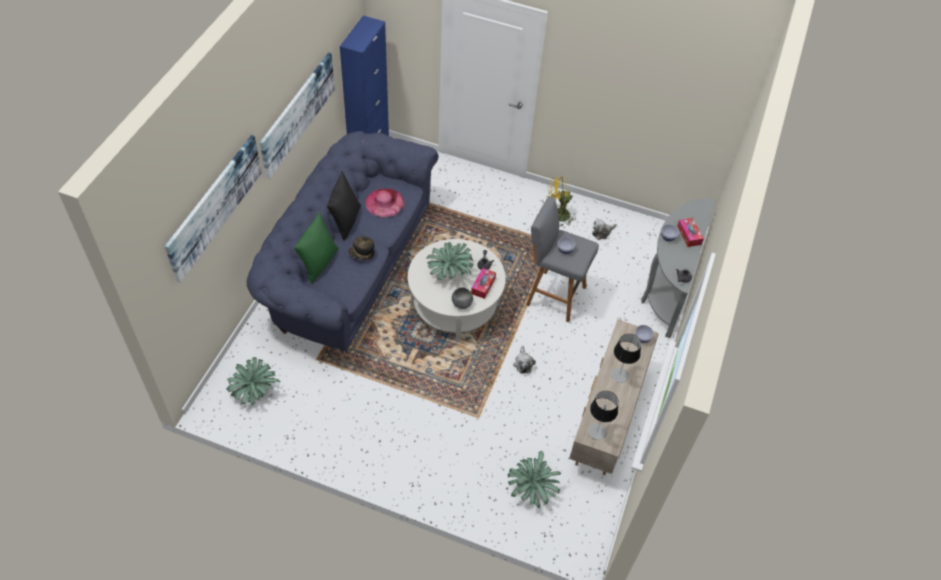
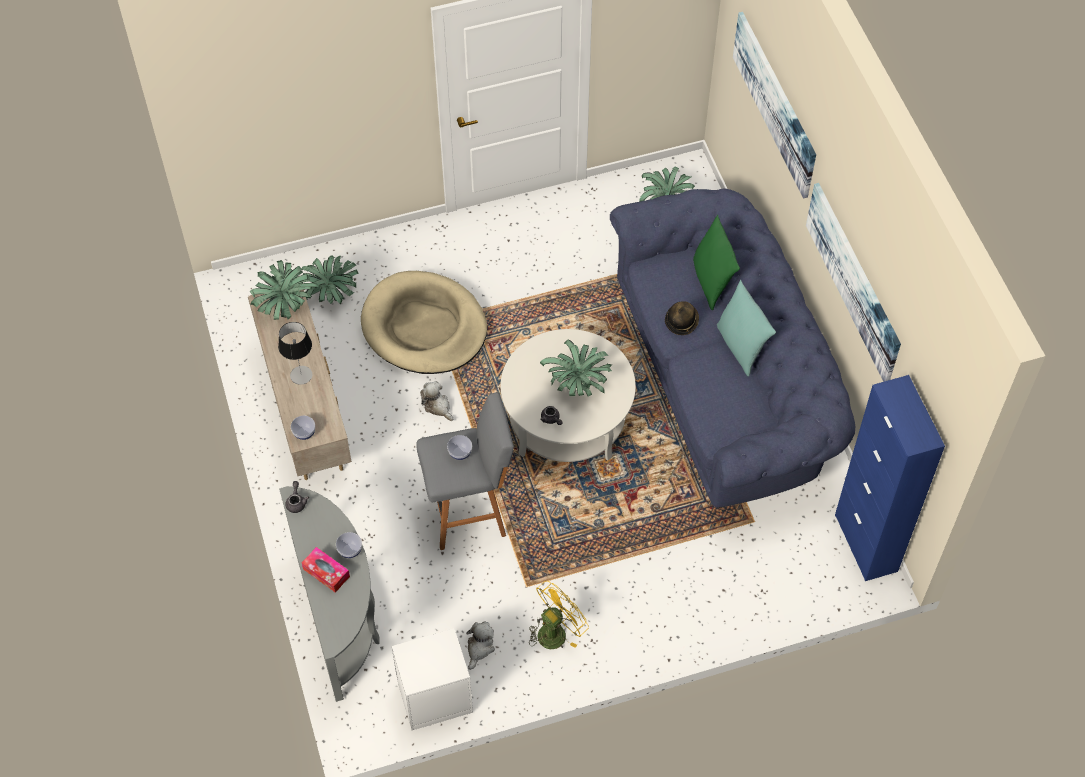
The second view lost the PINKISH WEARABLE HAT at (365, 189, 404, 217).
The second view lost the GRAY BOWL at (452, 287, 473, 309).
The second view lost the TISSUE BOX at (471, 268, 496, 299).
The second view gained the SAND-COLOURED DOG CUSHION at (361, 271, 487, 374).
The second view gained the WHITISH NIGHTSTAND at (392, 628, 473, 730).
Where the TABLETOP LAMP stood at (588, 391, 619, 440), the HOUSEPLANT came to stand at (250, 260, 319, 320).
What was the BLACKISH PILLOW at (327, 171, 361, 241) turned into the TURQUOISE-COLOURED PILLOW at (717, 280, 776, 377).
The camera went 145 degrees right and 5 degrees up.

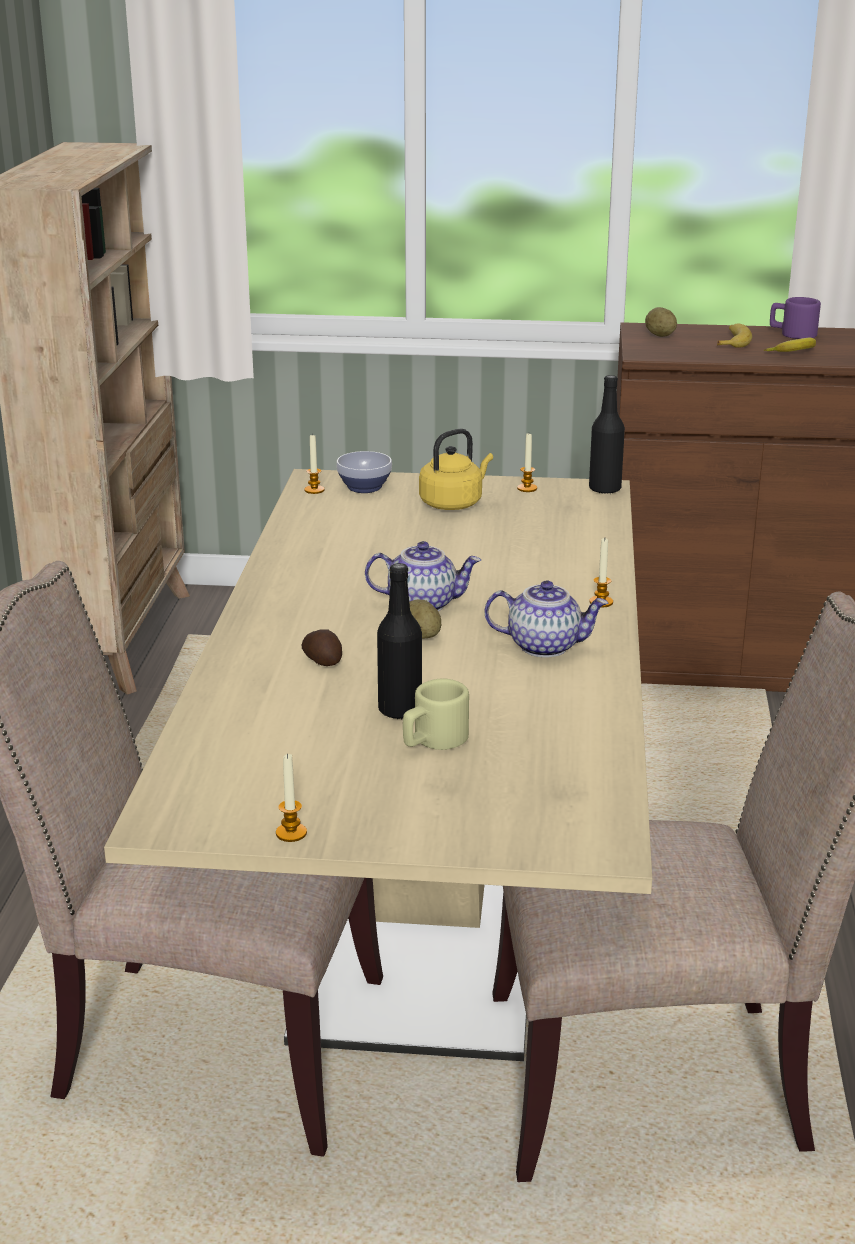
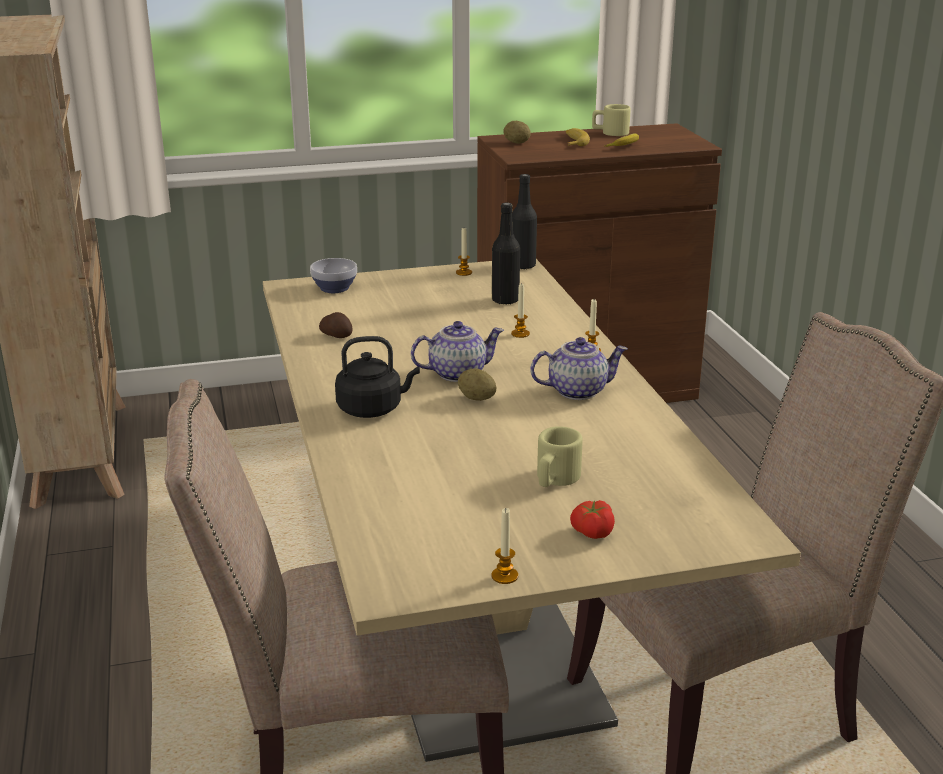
The second view lost the YELLOW-COLOURED WATER KETTLE at (419, 429, 493, 510).
The second view gained the BLACKISH WATER KETTLE at (335, 336, 420, 418).
The second view gained the TOMATO at (570, 500, 615, 539).
The SPUD ended up elsewhere, having gone from (302, 629, 342, 666) to (319, 312, 352, 338).
The CANDLE ended up elsewhere, having gone from (304, 433, 324, 494) to (511, 283, 530, 338).
The BLACKISH BEVERAGE BOTTLE ended up elsewhere, having gone from (377, 563, 422, 720) to (492, 203, 520, 305).
What was the PURPLE MUG at (770, 297, 821, 339) turned into the SAND-COLOURED MUG at (592, 104, 631, 136).
The camera went 20 degrees left and 0 degrees up.

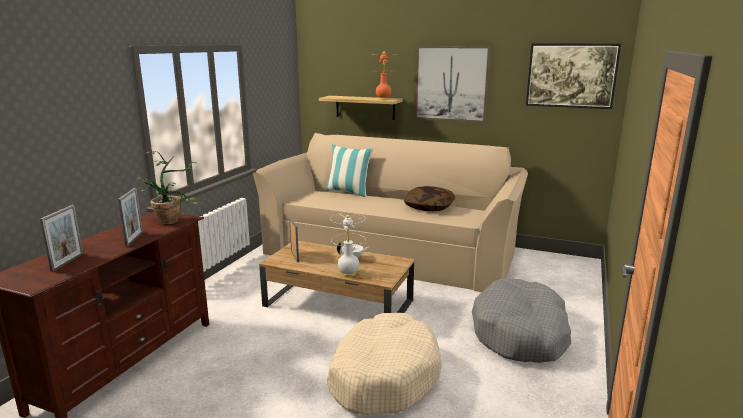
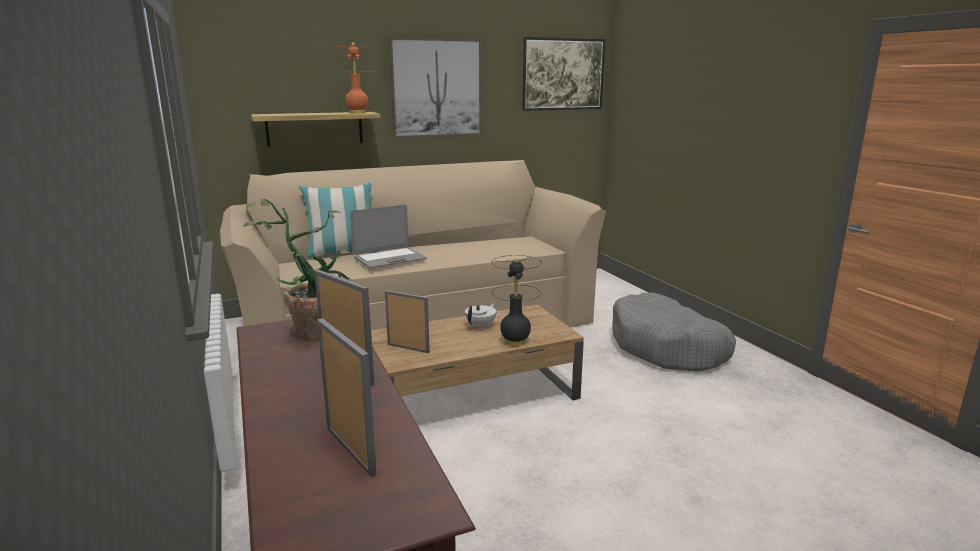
The second view lost the SAND-COLOURED DOG CUSHION at (327, 313, 442, 415).
The second view lost the PILLOW at (404, 186, 455, 211).
The second view gained the LAPTOP at (350, 205, 427, 268).
What was the WHITISH TABLETOP LAMP at (330, 213, 365, 277) turned into the BLACKISH TABLETOP LAMP at (492, 255, 542, 346).
The camera went 45 degrees left and 0 degrees up.

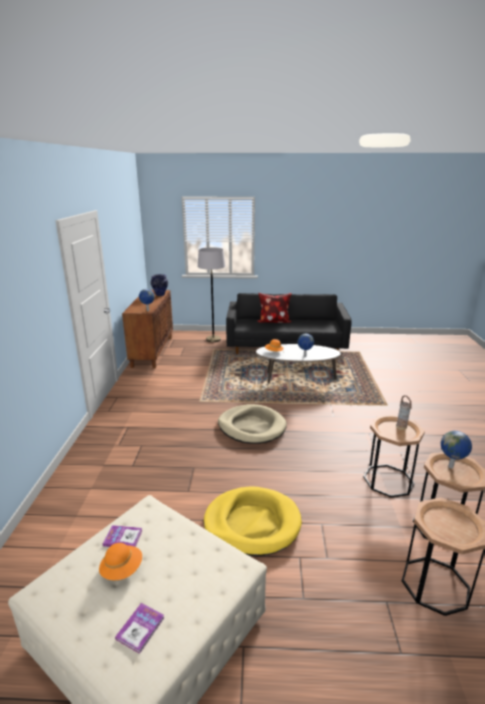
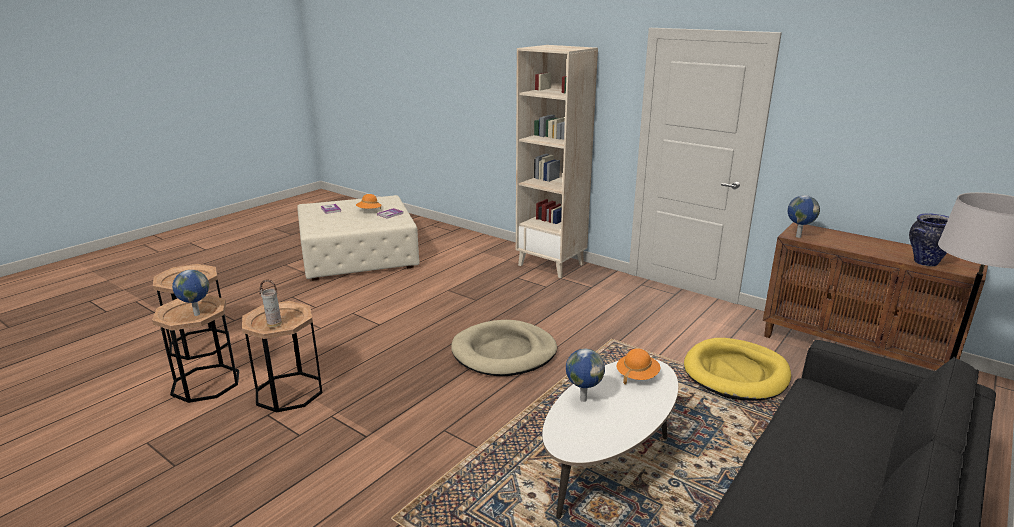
The second view lost the PILLOW at (258, 293, 292, 323).
The second view gained the SAND-COLOURED BOOKSHELF at (516, 45, 598, 278).
The YELLOW-COLOURED DOG CUSHION ended up elsewhere, having gone from (203, 486, 302, 556) to (684, 338, 791, 401).
The camera went 125 degrees right and 0 degrees up.

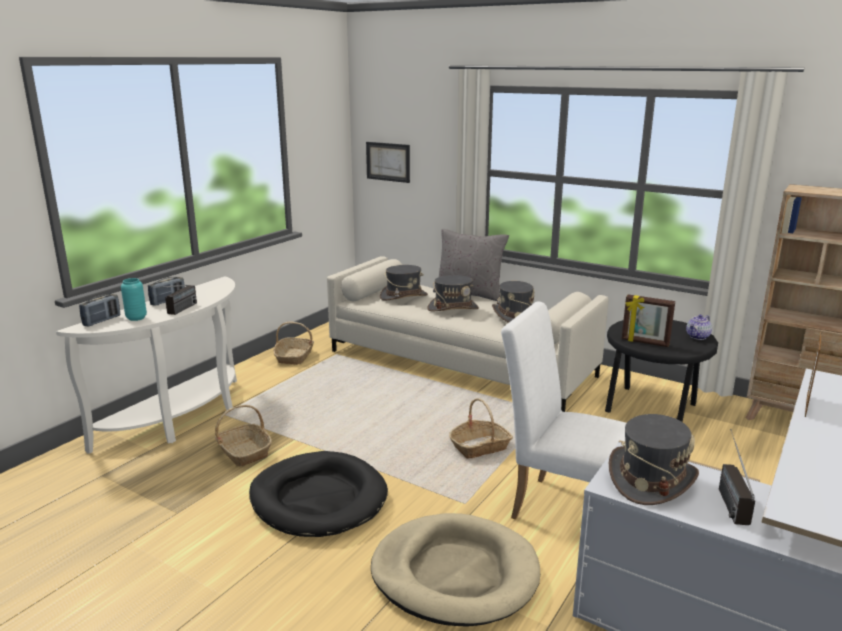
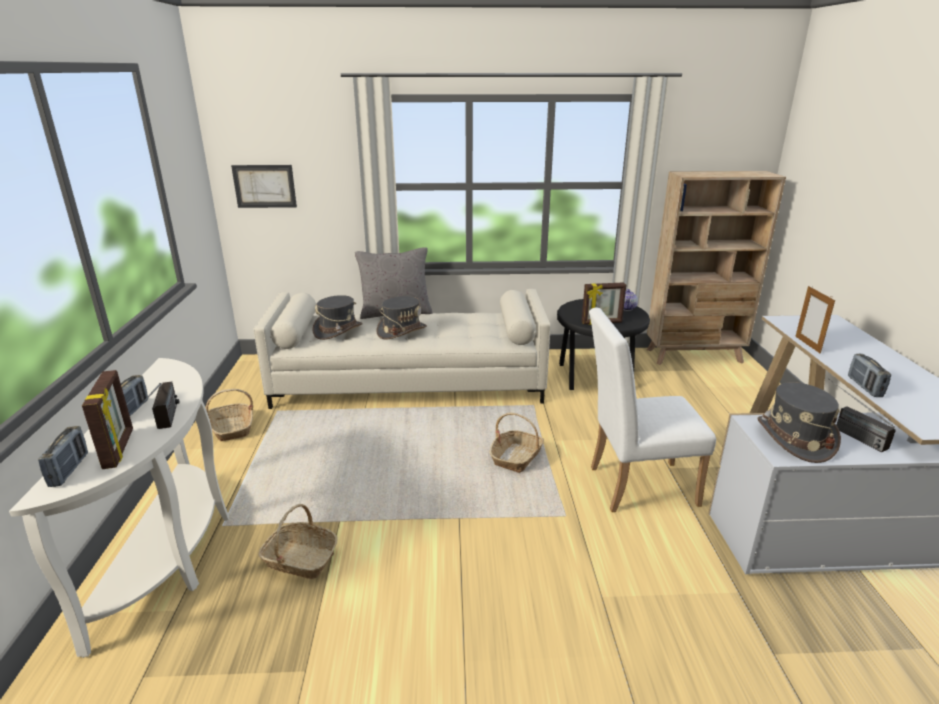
The second view lost the BLACKISH DOG CUSHION at (249, 451, 388, 537).
The second view lost the SAND-COLOURED DOG CUSHION at (371, 513, 540, 627).
The second view lost the GRAY WEARABLE HAT at (492, 281, 534, 323).
The second view gained the RADIO RECEIVER at (848, 354, 891, 397).
Where the TURQUOISE-COLOURED FLOWER VASE stood at (121, 278, 147, 321), the PHOTO FRAME came to stand at (82, 370, 133, 469).
The camera went 35 degrees left and 5 degrees up.

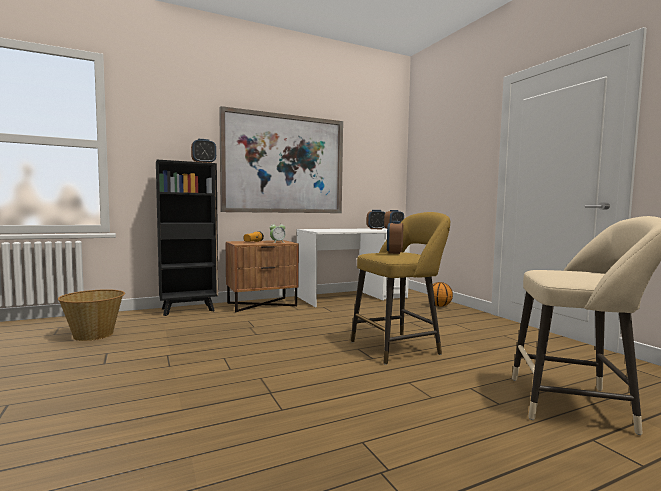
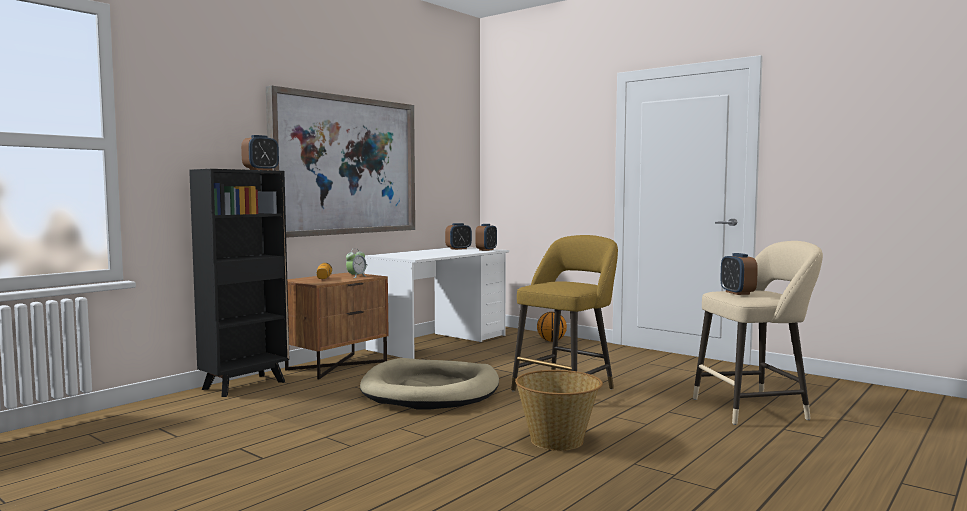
The second view gained the SAND-COLOURED DOG CUSHION at (360, 358, 499, 410).
The STORAGE BASKET ended up elsewhere, having gone from (58, 289, 125, 341) to (515, 370, 603, 451).
The ALARM CLOCK ended up elsewhere, having gone from (387, 221, 403, 254) to (720, 253, 758, 295).
The camera went 25 degrees left and 0 degrees up.

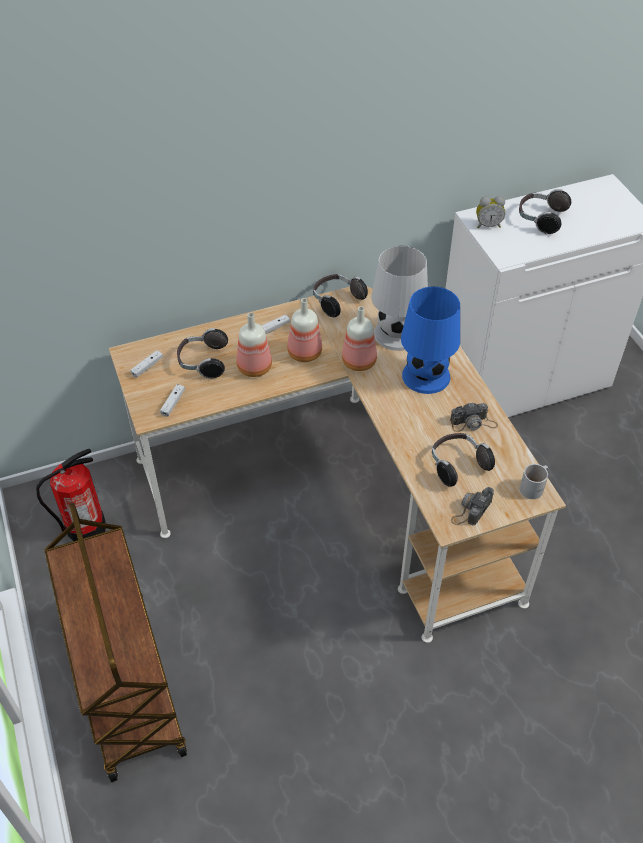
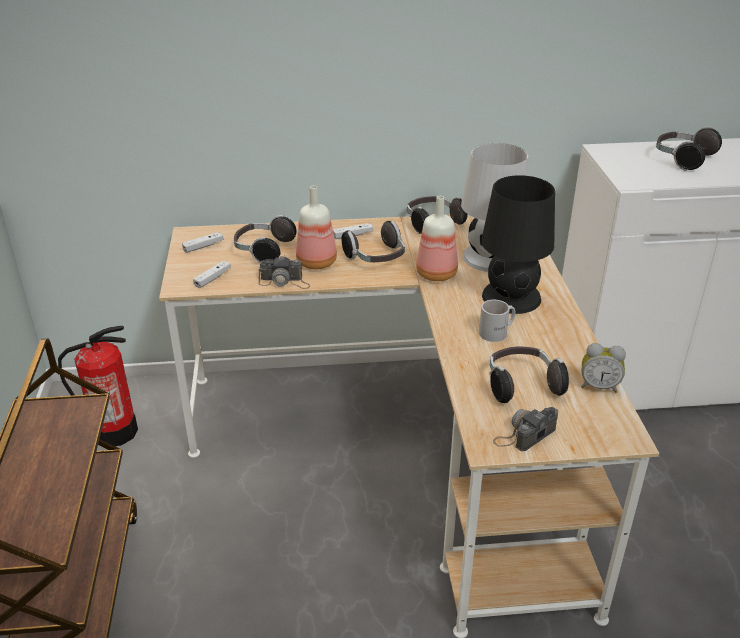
The PHOTO CAMERA ended up elsewhere, having gone from (450, 402, 498, 432) to (258, 255, 310, 289).
The ALARM CLOCK ended up elsewhere, having gone from (476, 196, 505, 228) to (581, 343, 626, 393).
The WHITISH MUG ended up elsewhere, having gone from (520, 464, 548, 499) to (479, 300, 515, 342).
Where the BEVERAGE BOTTLE stood at (287, 298, 322, 362), the PAIR OF HEADPHONES came to stand at (341, 221, 405, 262).
What was the BLUISH TABLETOP LAMP at (401, 286, 460, 394) turned into the BLACKISH TABLETOP LAMP at (481, 175, 555, 314).
The camera went 15 degrees right and 15 degrees down.

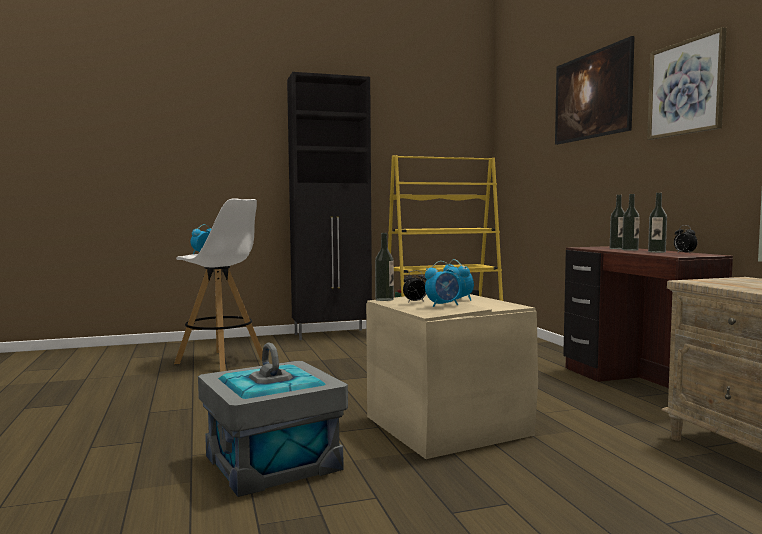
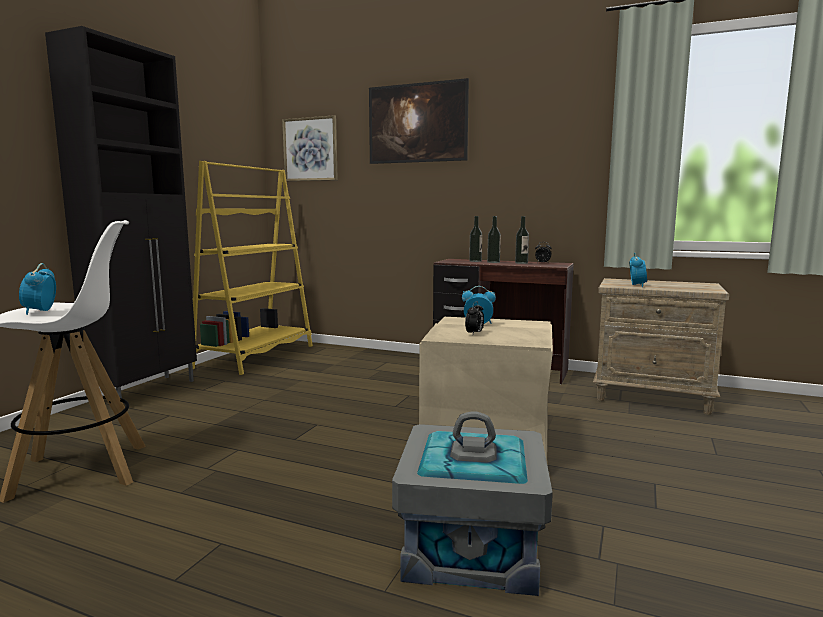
The second view lost the BEVERAGE BOTTLE at (375, 233, 394, 301).
The ALARM CLOCK ended up elsewhere, having gone from (425, 261, 461, 307) to (629, 252, 647, 287).
The PICTURE ended up elsewhere, having gone from (647, 27, 727, 140) to (282, 115, 338, 181).
The camera went 50 degrees left and 5 degrees up.

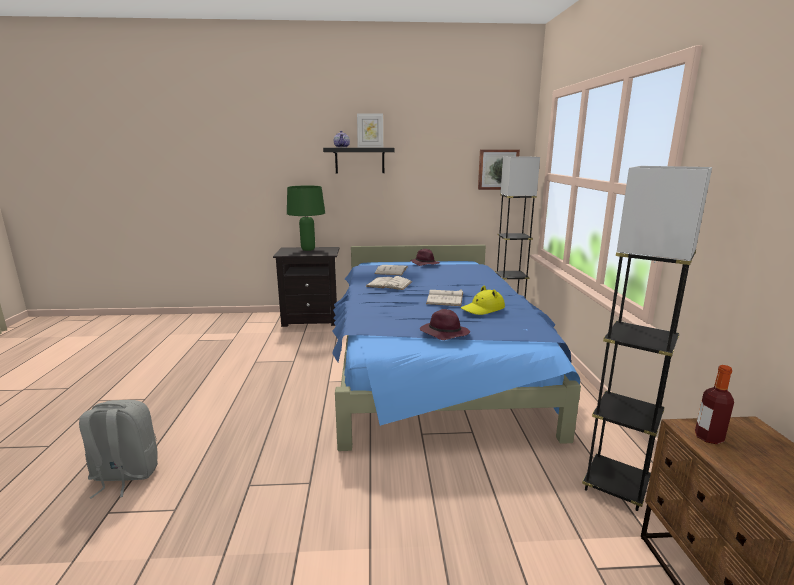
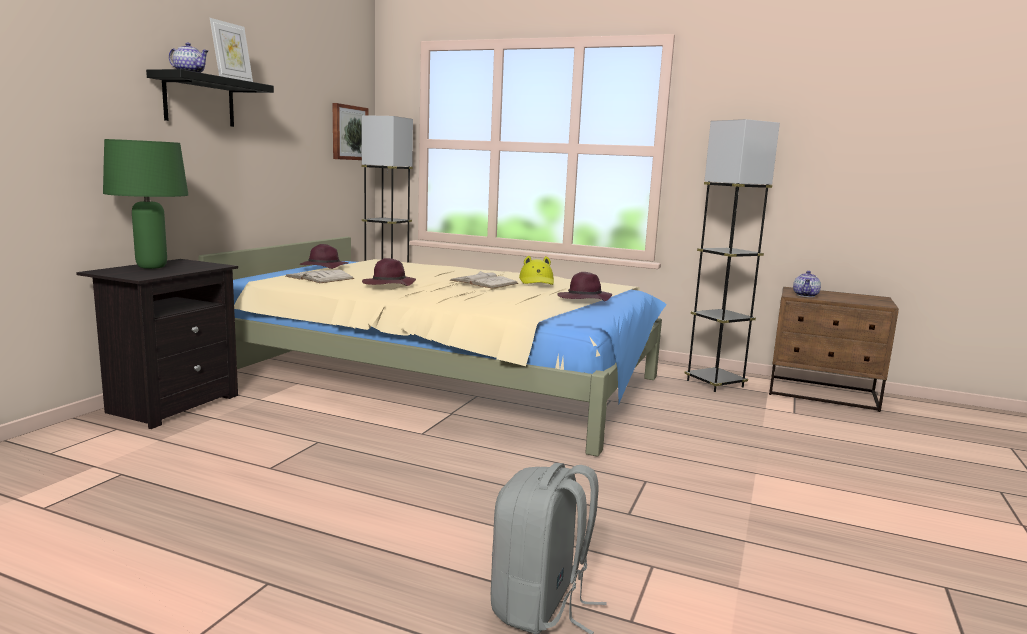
Where the WHITISH BOOK stood at (365, 276, 412, 290), the PURPLE WEARABLE HAT came to stand at (362, 258, 416, 286).
Where the BEVERAGE BOTTLE stood at (695, 365, 734, 444), the TEAPOT came to stand at (793, 271, 821, 297).
What was the BLUISH SLEEPING BED at (332, 245, 581, 451) turned into the SAND-COLOURED SLEEPING BED at (198, 237, 667, 457).
The camera went 65 degrees left and 5 degrees down.

